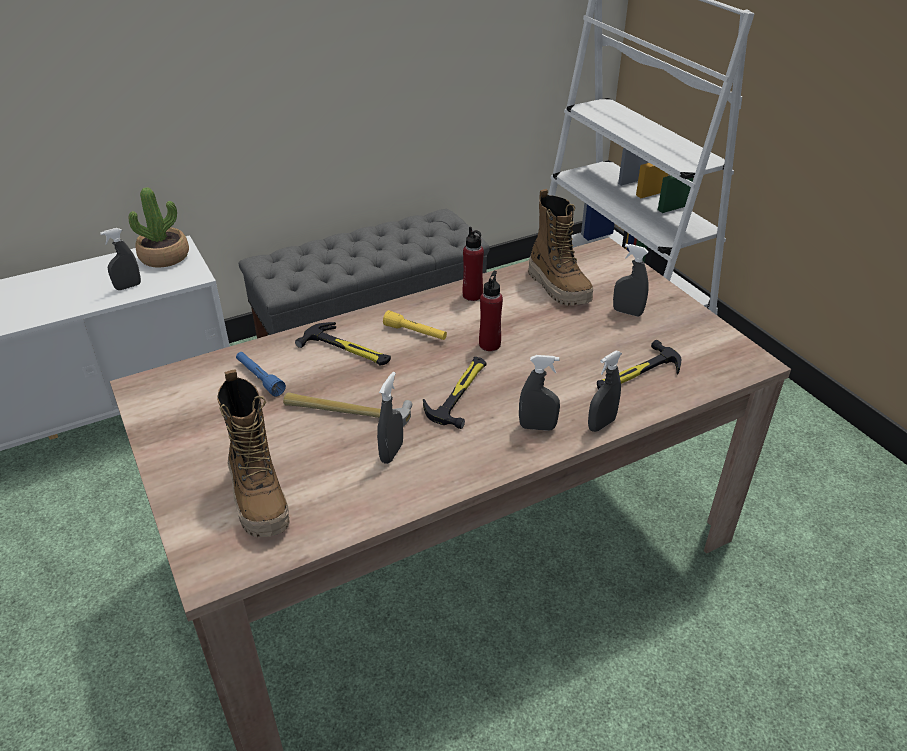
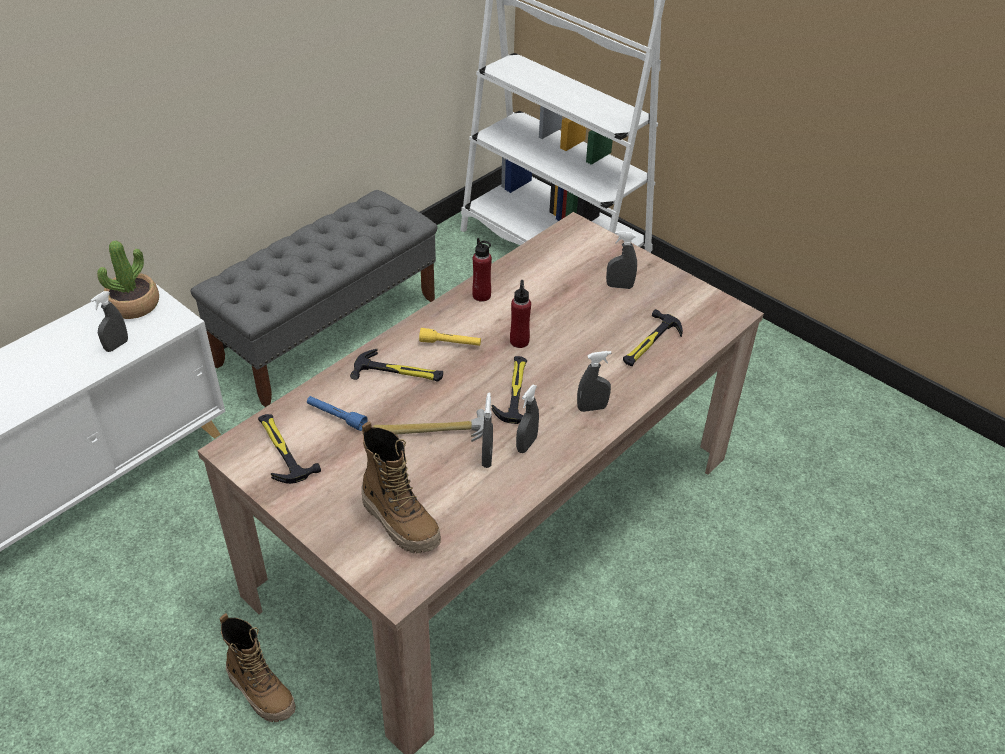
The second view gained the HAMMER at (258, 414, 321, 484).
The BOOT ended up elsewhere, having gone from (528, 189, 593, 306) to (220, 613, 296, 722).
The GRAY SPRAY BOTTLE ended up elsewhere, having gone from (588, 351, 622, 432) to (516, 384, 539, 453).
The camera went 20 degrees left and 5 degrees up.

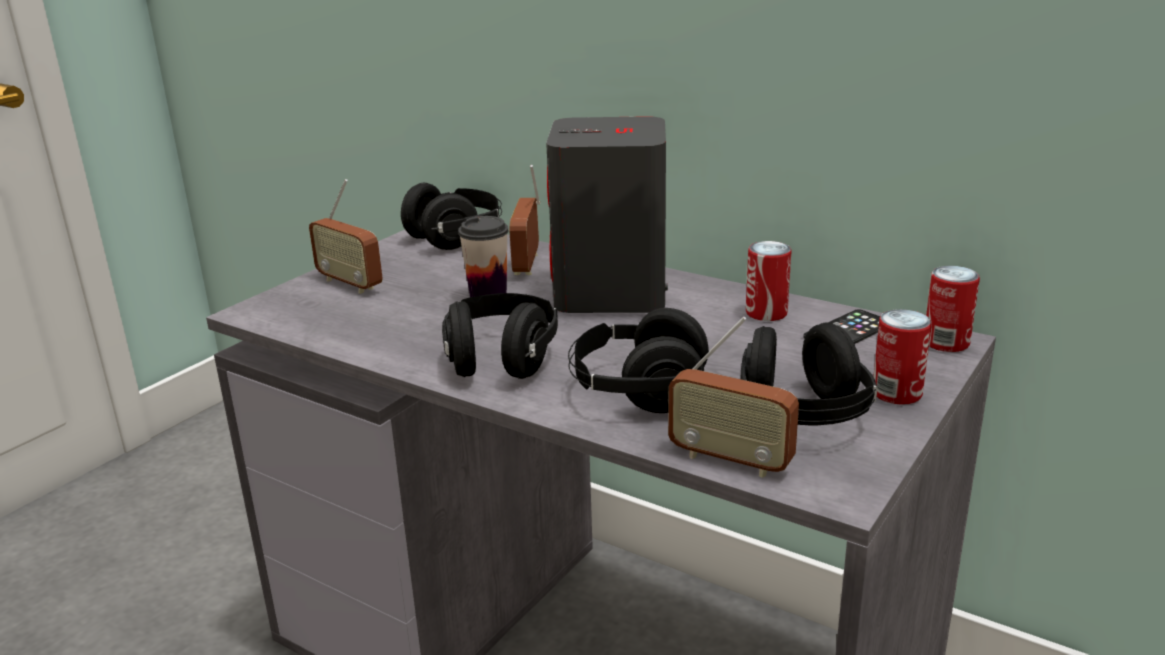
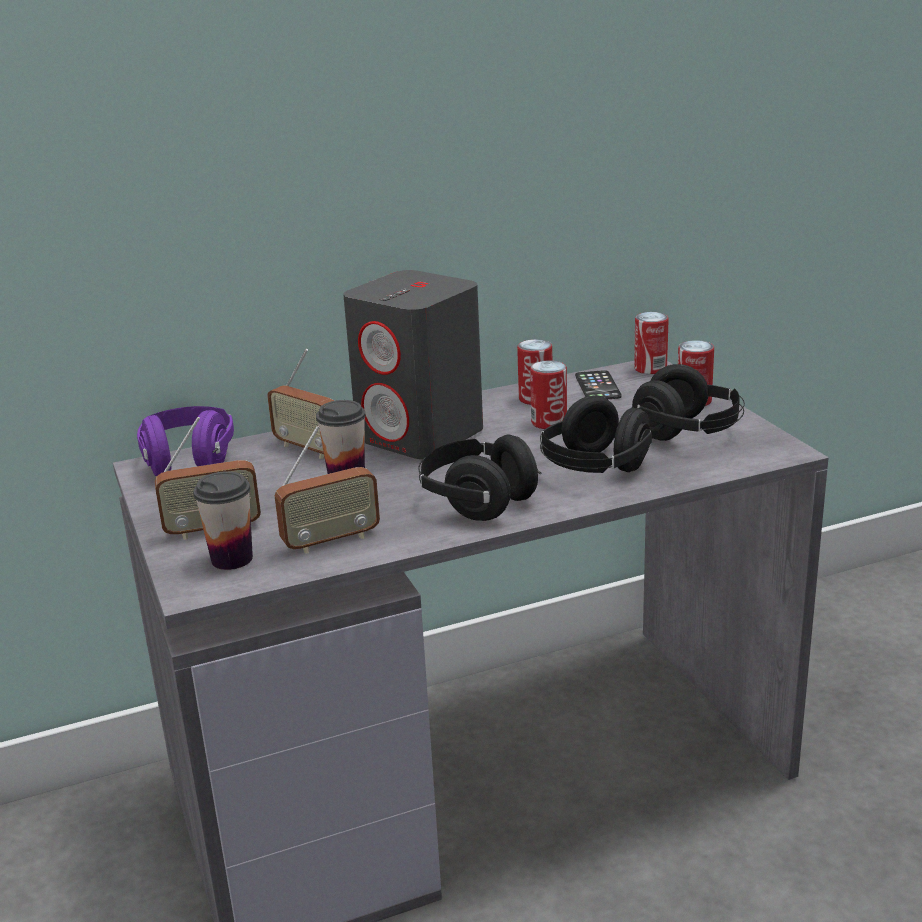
The second view gained the CUP at (193, 471, 253, 570).
The second view gained the SEALED CAN at (530, 360, 567, 429).
The RADIO RECEIVER ended up elsewhere, having gone from (668, 316, 799, 478) to (275, 426, 380, 554).
What was the BLACKISH PAIR OF HEADPHONES at (401, 182, 502, 250) turned into the PURPLE PAIR OF HEADPHONES at (137, 406, 234, 476).
The camera went 55 degrees left and 0 degrees up.

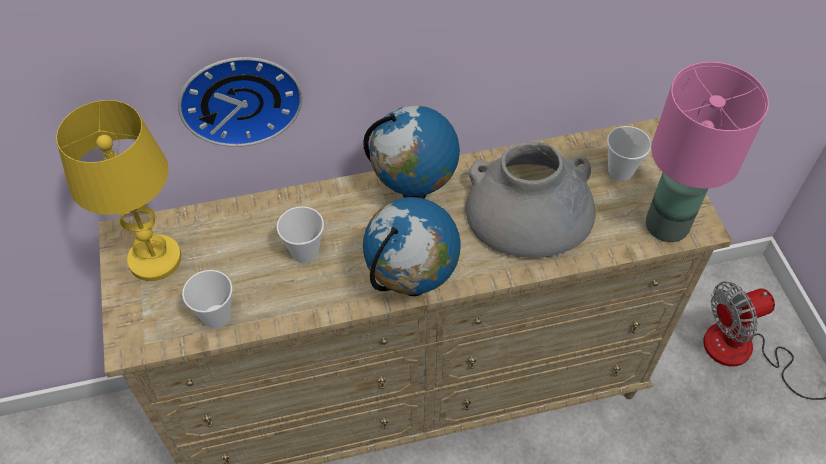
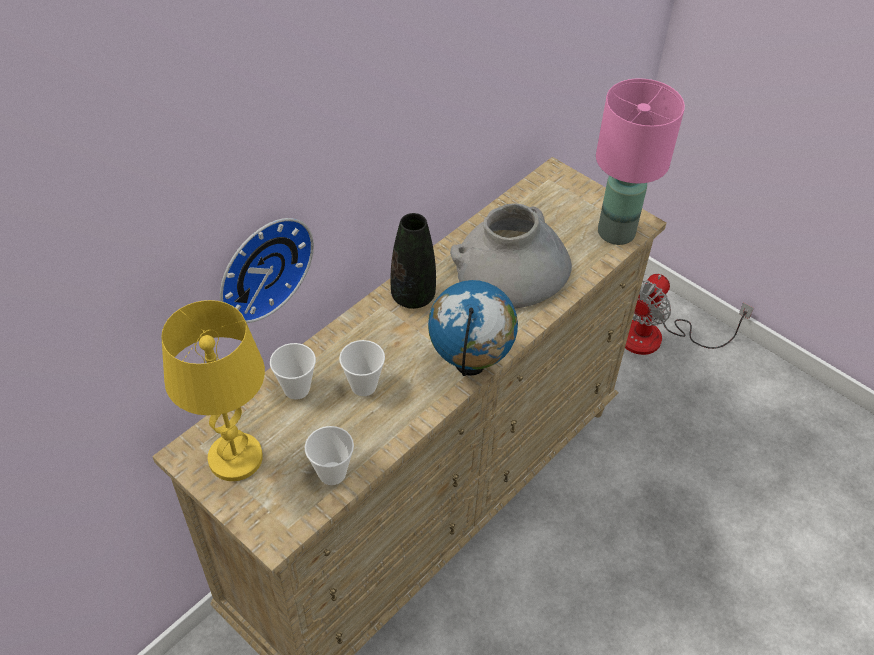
The CUP ended up elsewhere, having gone from (607, 126, 652, 181) to (270, 343, 316, 400).
Where the DESK GLOBE stood at (363, 105, 460, 199), the BLACKISH FLOWER VASE came to stand at (390, 213, 436, 309).
The camera went 35 degrees left and 5 degrees down.

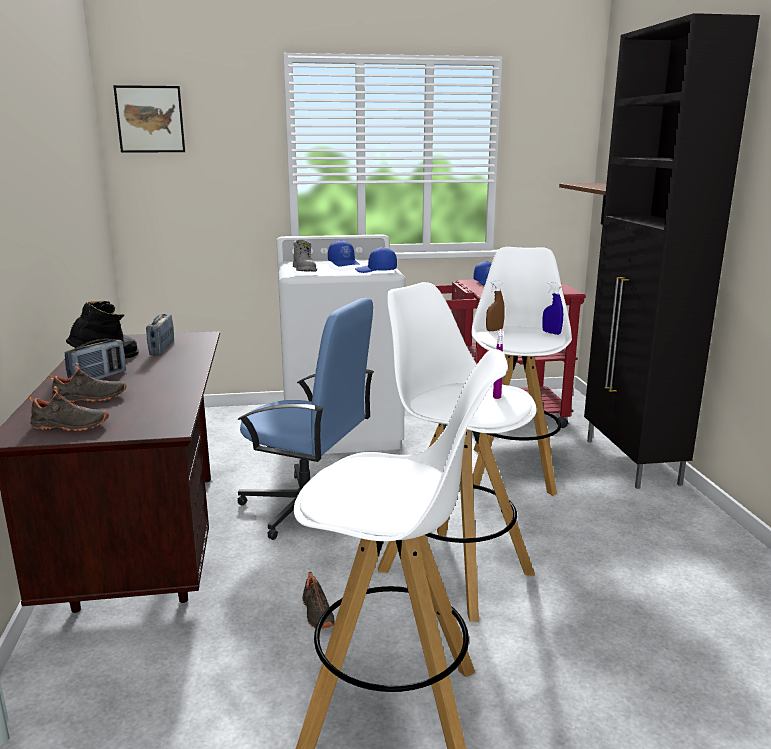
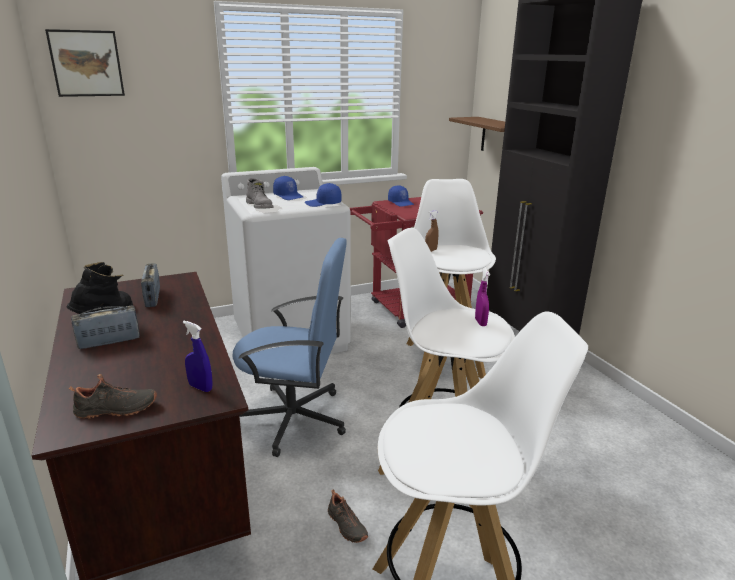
The second view lost the BLACKISH SHOE at (48, 363, 126, 402).
The BLUISH SPRAY BOTTLE ended up elsewhere, having gone from (543, 282, 563, 335) to (183, 321, 213, 392).
The RADIO RECEIVER at (65, 339, 126, 379) ended up facing another way, 135 degrees counterclockwise from before.
The camera went 15 degrees left and 5 degrees up.

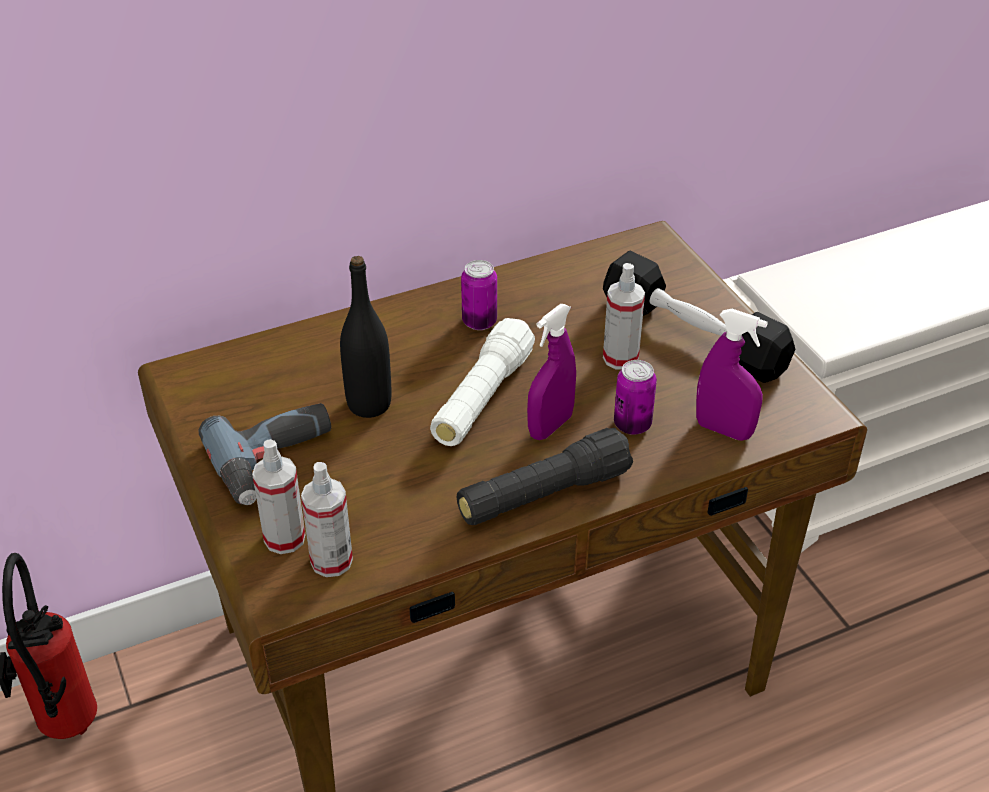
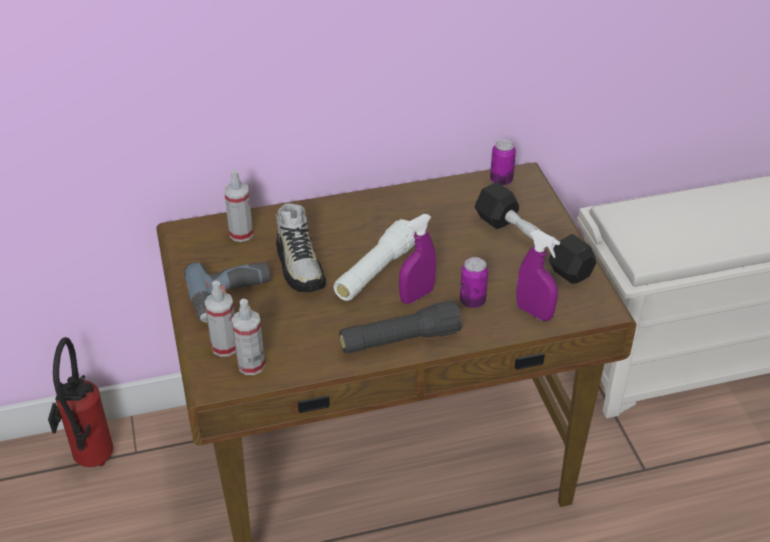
The SEALED CAN ended up elsewhere, having gone from (461, 260, 497, 330) to (490, 139, 516, 186).
The SPRAY BOTTLE ended up elsewhere, having gone from (603, 263, 645, 370) to (224, 170, 253, 242).
Where the BLACKISH BEVERAGE BOTTLE stood at (340, 256, 392, 418), the SHOE came to stand at (276, 203, 326, 292).
The camera went 10 degrees right and 0 degrees up.

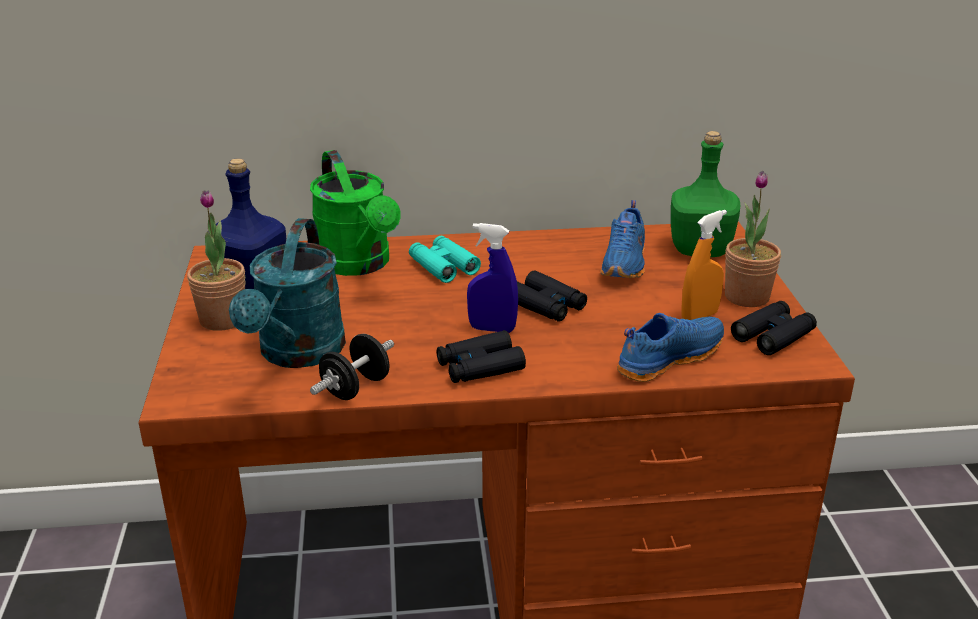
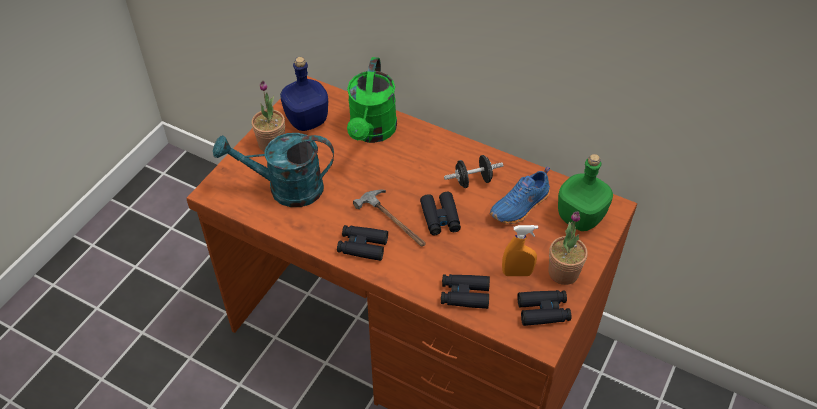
The second view lost the TURQUOISE-COLOURED FIELD GLASSES at (409, 236, 481, 283).
The BLACKISH FREE WEIGHT ended up elsewhere, having gone from (310, 334, 394, 400) to (444, 155, 503, 188).
Where the BLUISH SPRAY BOTTLE stood at (467, 223, 518, 333), the HAMMER came to stand at (353, 189, 426, 247).
Where the BLUISH SHOE stood at (617, 313, 724, 382), the BLACKISH FIELD GLASSES came to stand at (441, 274, 490, 309).
The TURQUOISE-COLOURED SPRINKLING CAN at (229, 218, 346, 368) ended up facing another way, 45 degrees clockwise from before.
The camera went 35 degrees right and 20 degrees up.

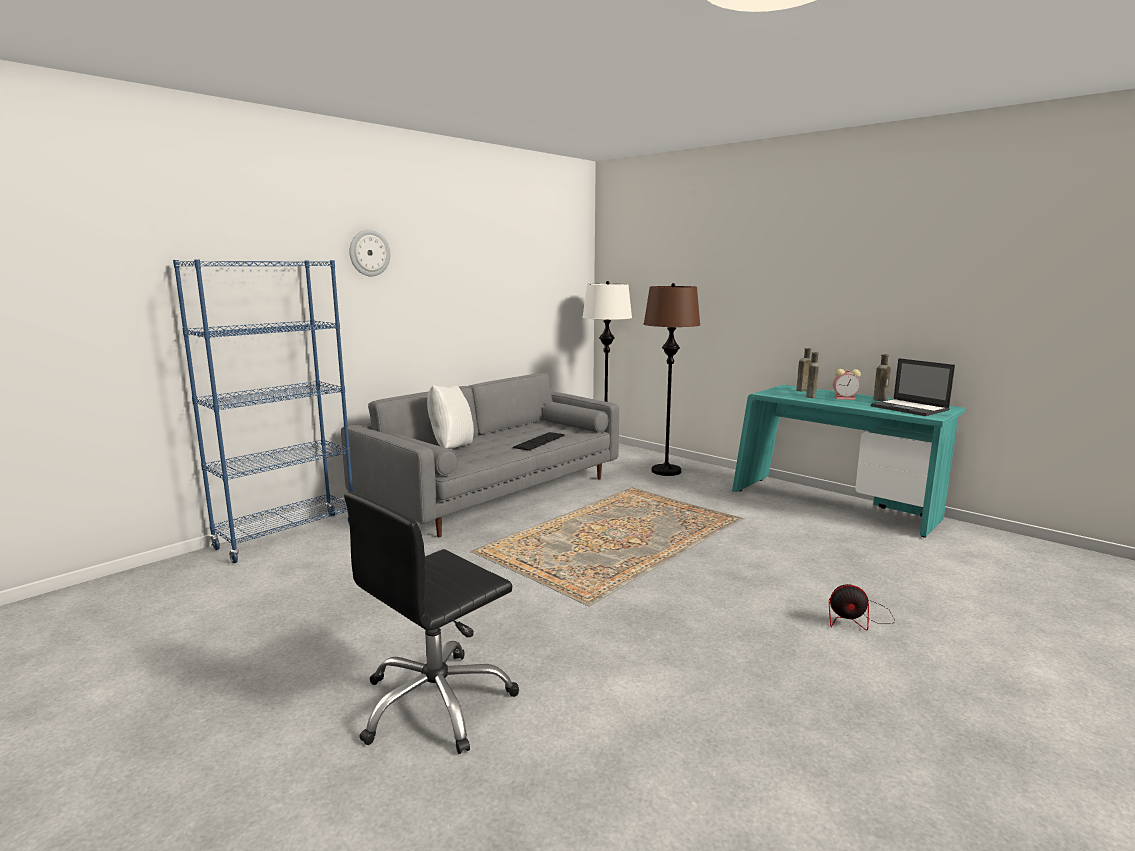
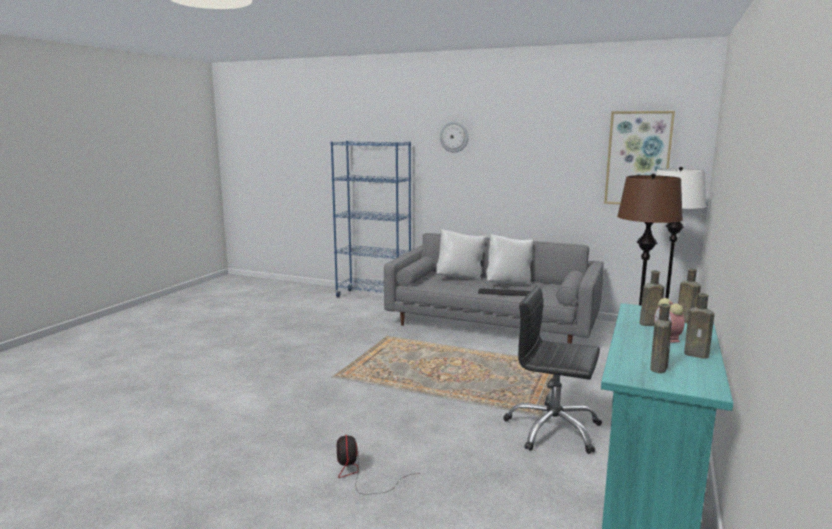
The second view gained the WHITISH PILLOW at (486, 234, 533, 285).
The second view gained the PICTURE at (604, 111, 675, 204).
The BLACKISH DESK CHAIR ended up elsewhere, having gone from (344, 491, 519, 754) to (503, 285, 602, 454).
Where the LAPTOP stood at (871, 358, 955, 416), the BROWN-COLOURED BEVERAGE BOTTLE came to stand at (650, 304, 672, 373).
The camera went 70 degrees right and 0 degrees up.

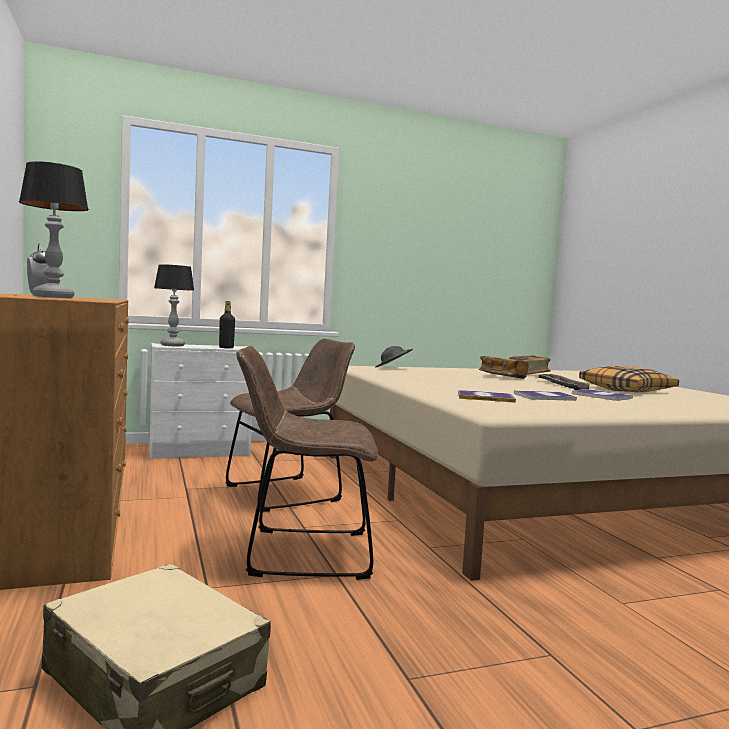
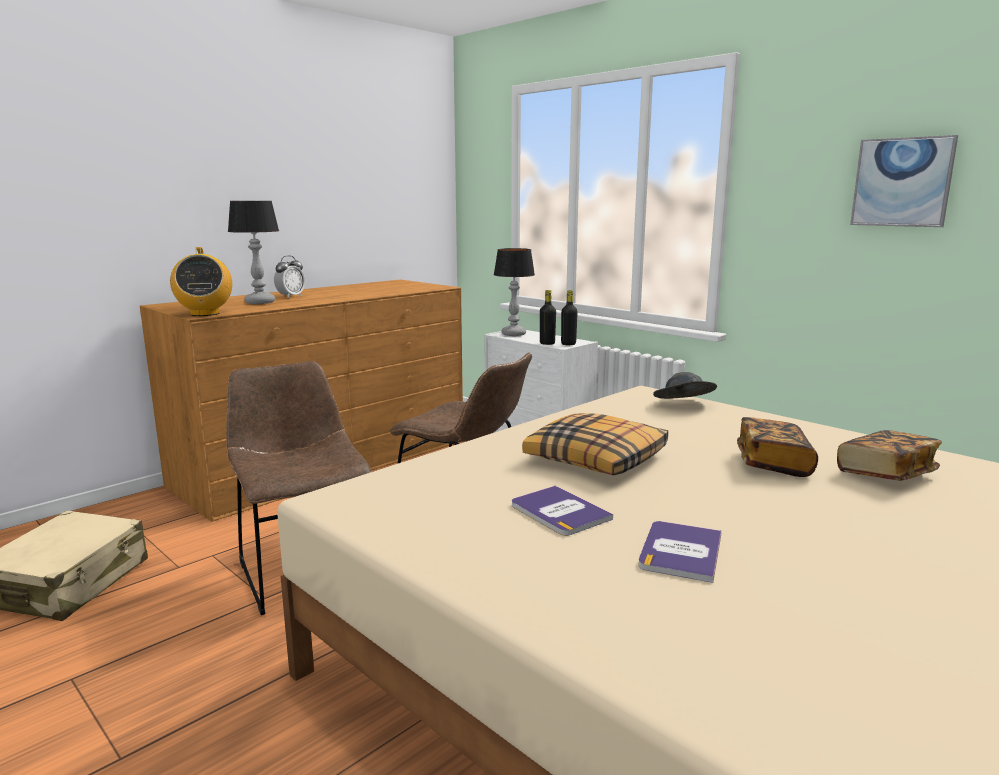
The second view lost the BOOK at (458, 390, 516, 403).
The second view lost the CARRYING TRAY at (536, 374, 593, 390).
The second view gained the RADIO RECEIVER at (170, 247, 232, 316).
The second view gained the BLACKISH BEVERAGE BOTTLE at (561, 290, 578, 345).
The second view gained the PICTURE at (850, 135, 958, 227).
The PILLOW ended up elsewhere, having gone from (579, 366, 679, 392) to (522, 413, 668, 475).
The camera went 65 degrees right and 10 degrees up.

